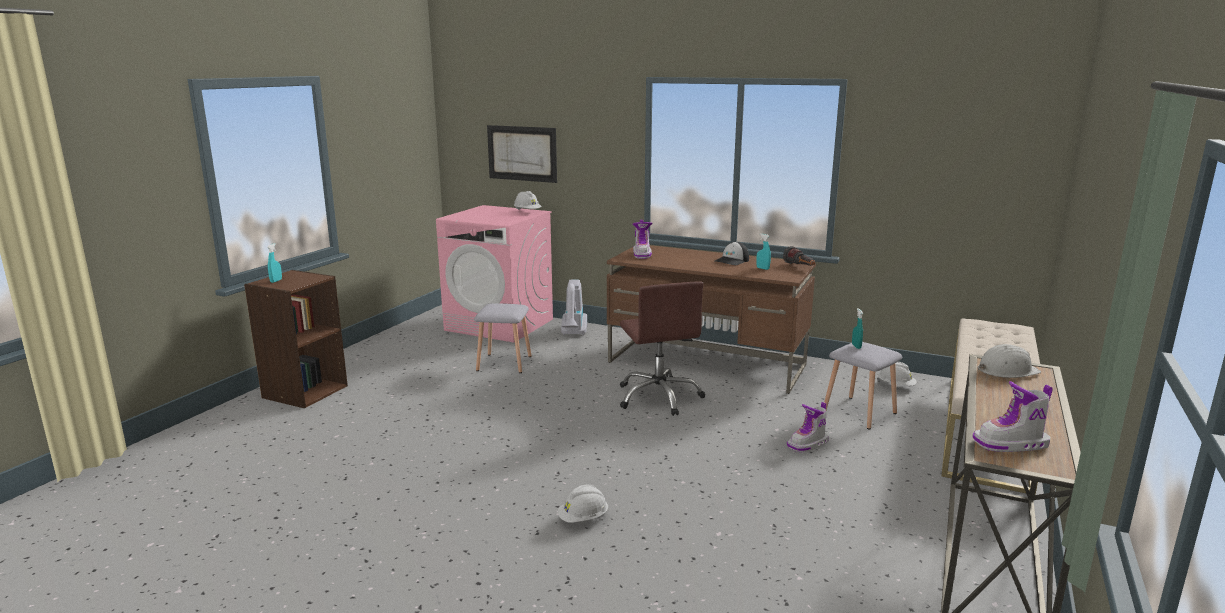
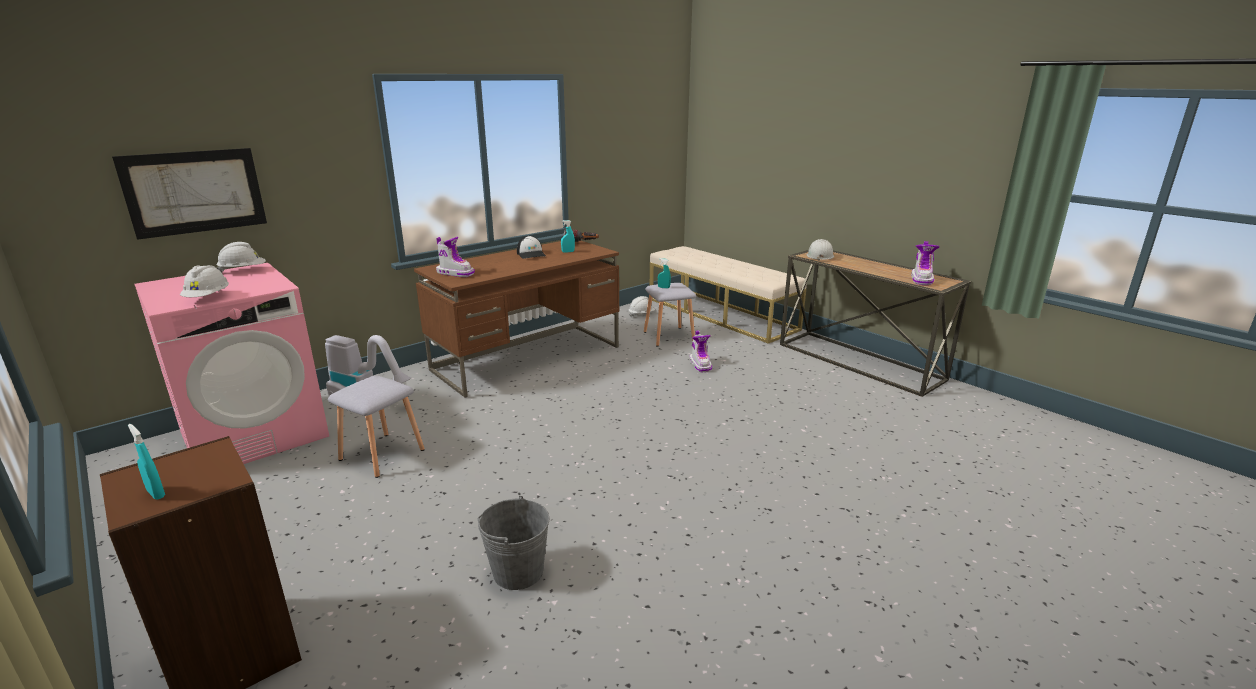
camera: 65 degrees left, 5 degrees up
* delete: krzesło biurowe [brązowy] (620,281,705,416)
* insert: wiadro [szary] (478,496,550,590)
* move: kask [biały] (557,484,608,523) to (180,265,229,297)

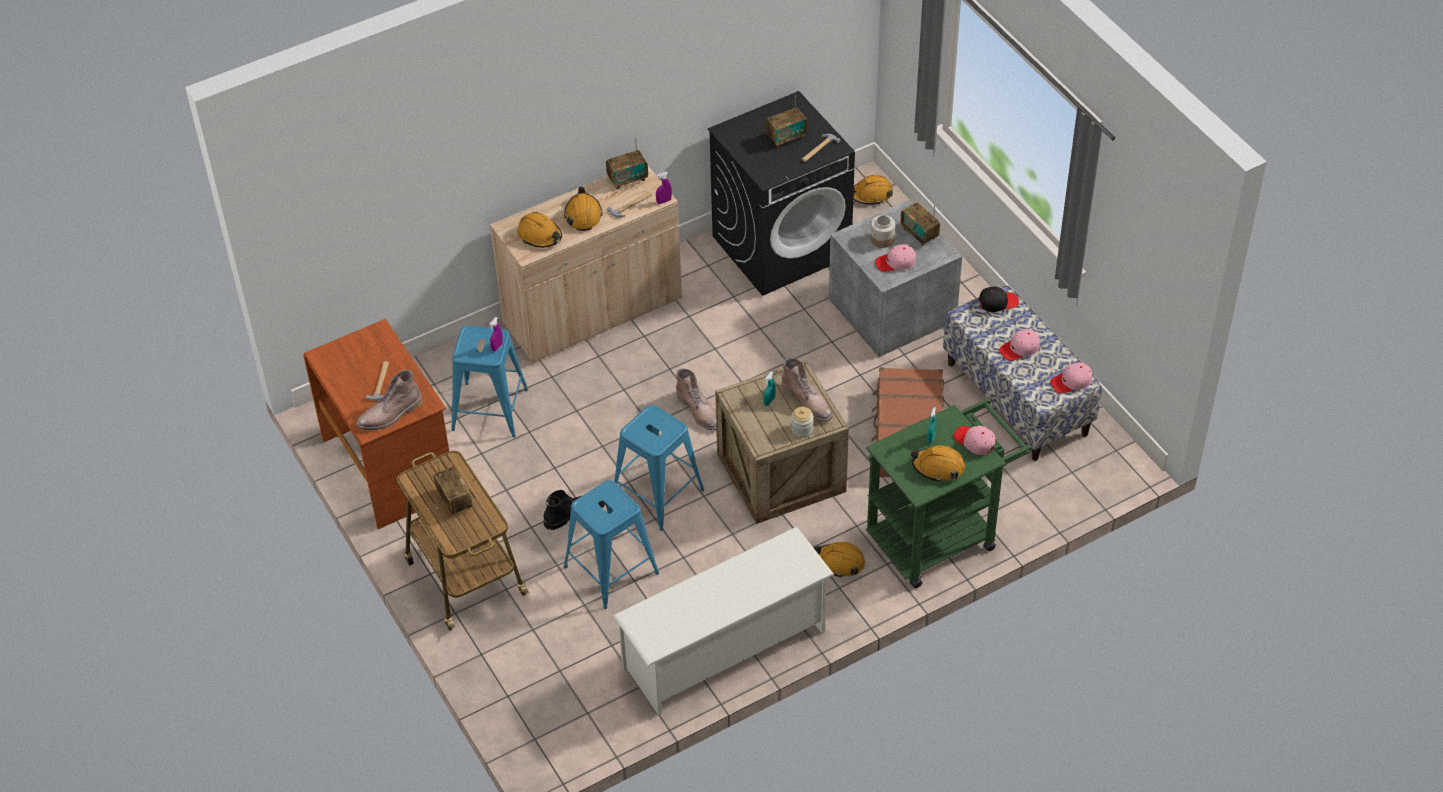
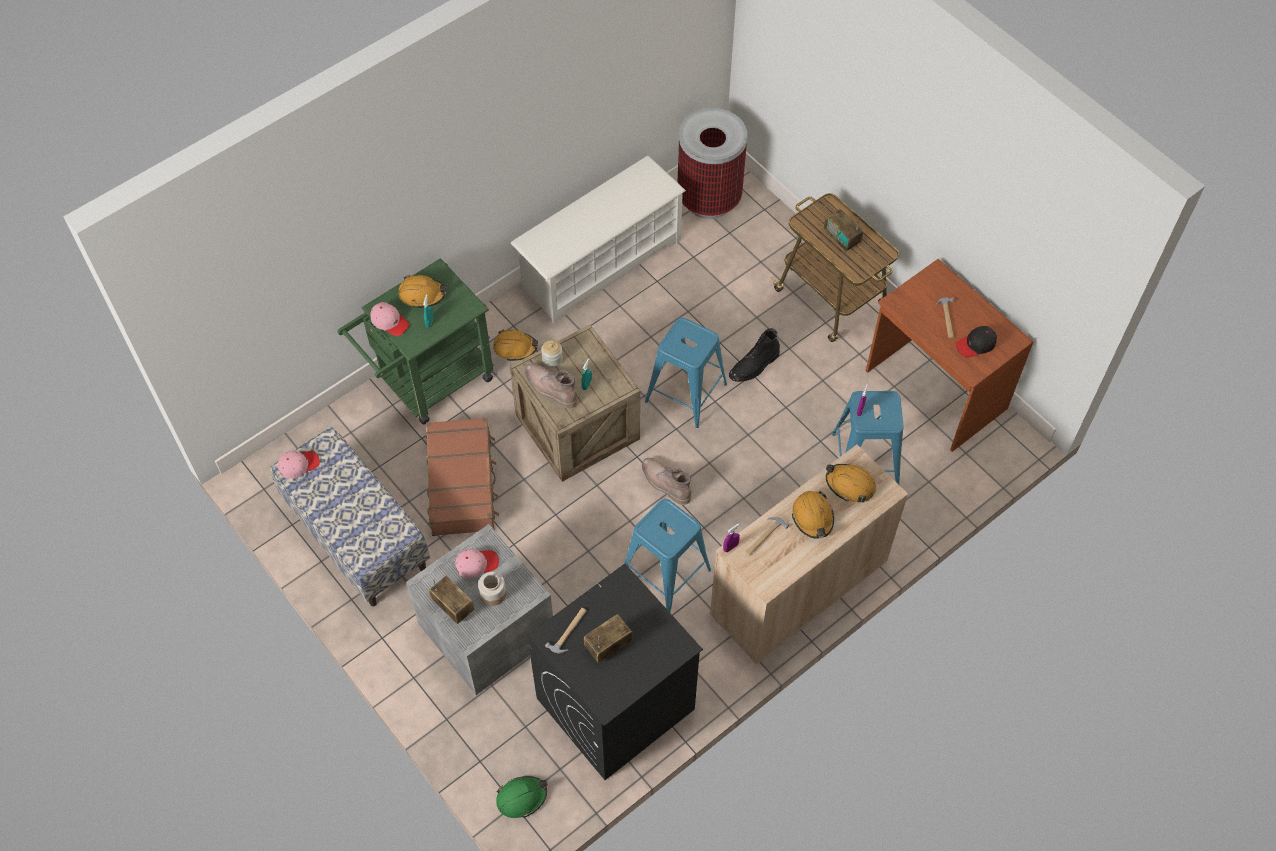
camera: 170 degrees right, 10 degrees up
* delete: but z cholewką [brązowy] (356,370,423,430)
* delete: radio (606,137,648,189)
* delete: czapka z daszkiem [różowy] (999,329,1040,361)
* insert: kosz na śmieci (677,108,747,219)
* move: stołek [niebieski] (564,480,659,609) to (624,499,711,613)
* move: czapka z daszkiem [czarny] (979,286,1019,312) to (956,326,997,358)
* recolor: kask [pomarańczowy] (853,175,893,205) to kask [zielony] (496,776,547,818)

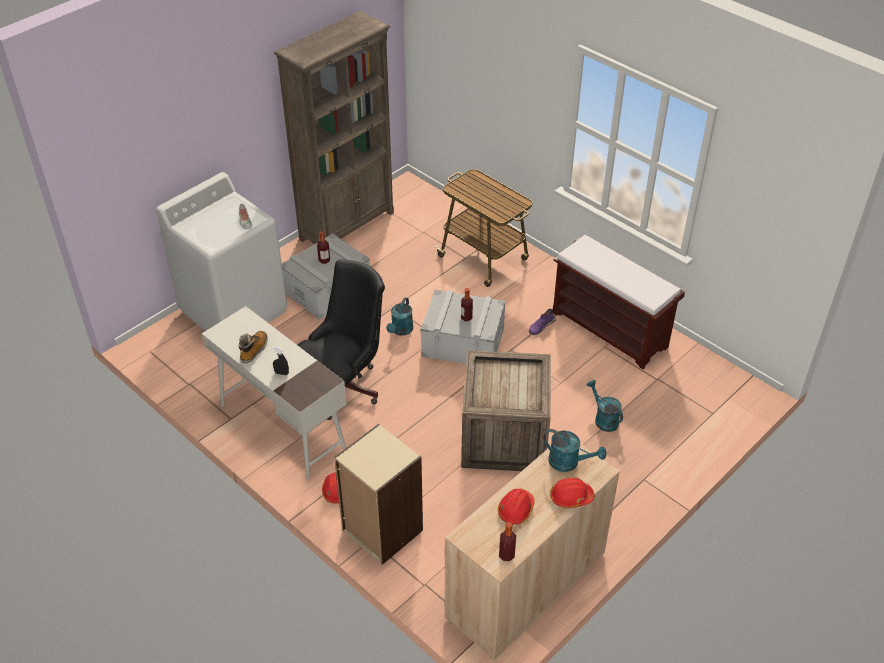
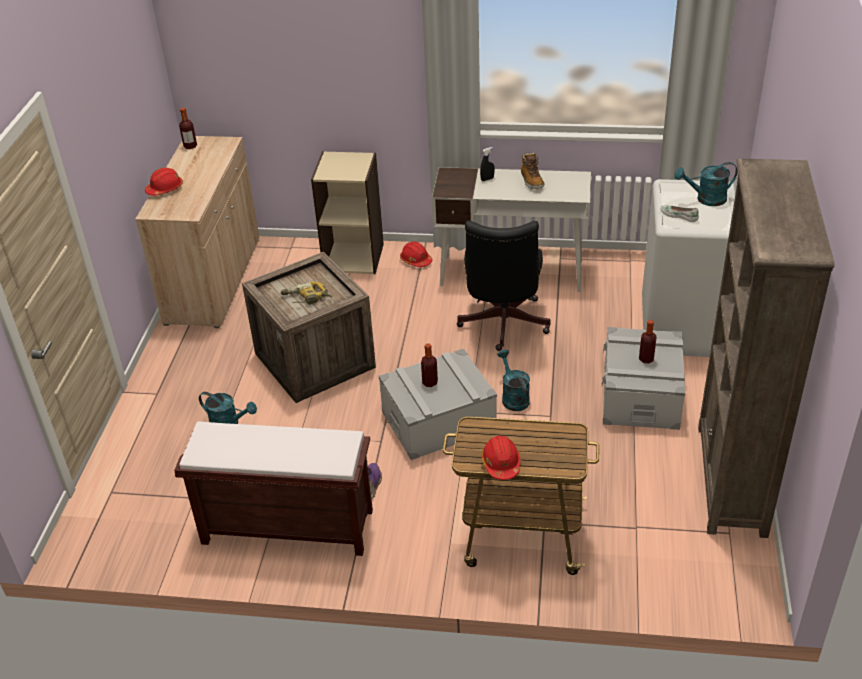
camera: 145 degrees right, 5 degrees down
* insert: wiertarka (280,282,332,305)
* move: kask [czerwony] (498,489,535,525) to (481,436,521,480)
* move: konewka [turkusowy] (543,429,607,472) to (674,162,738,206)

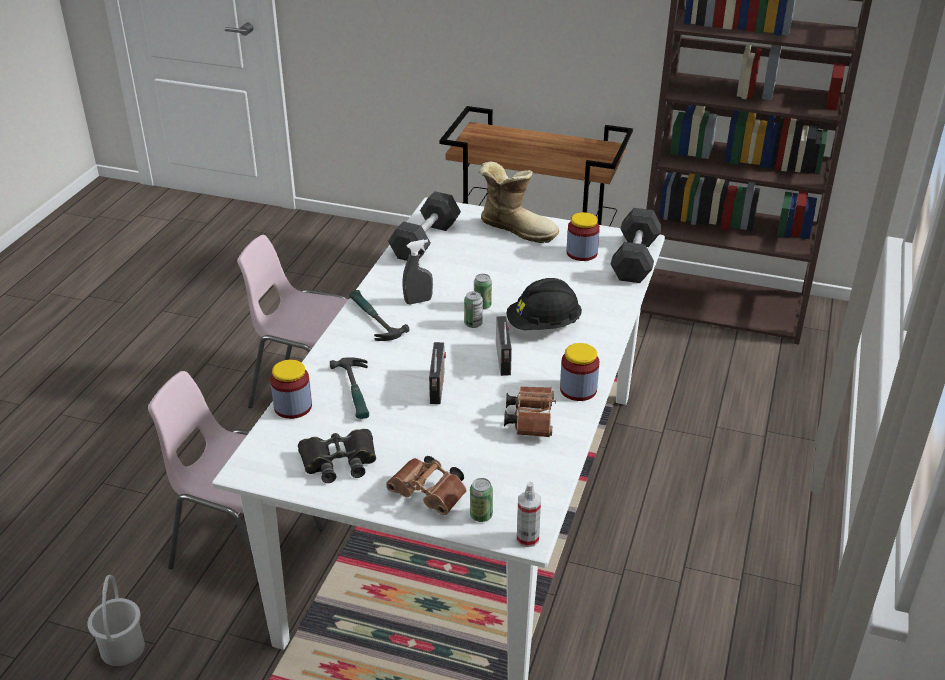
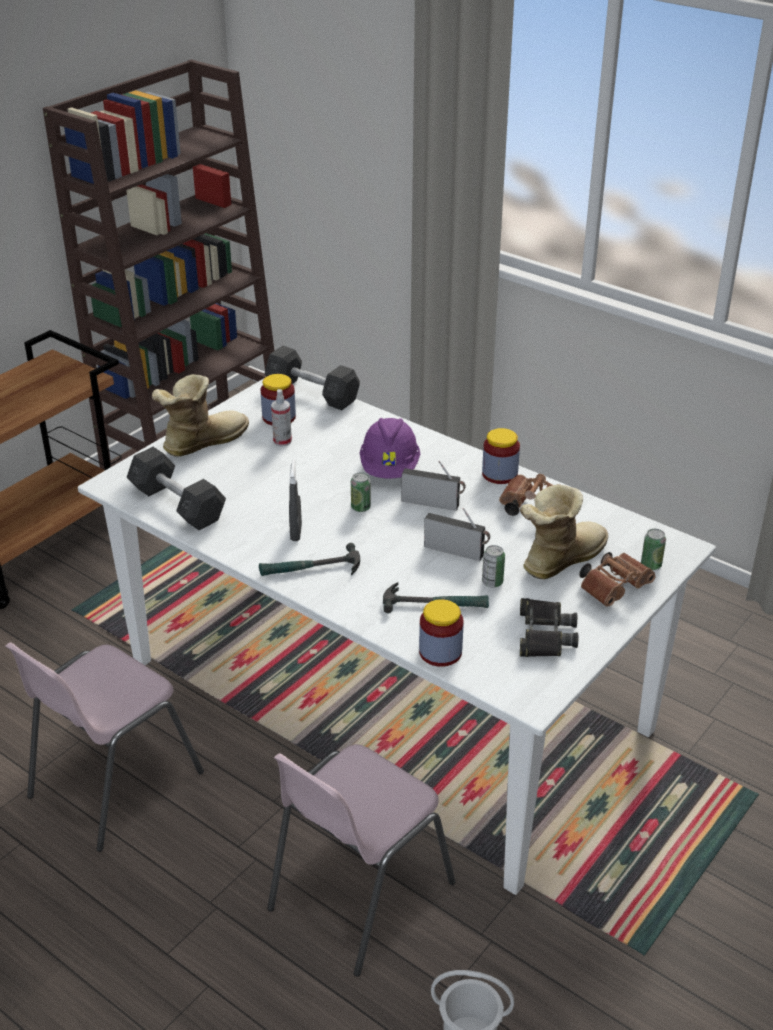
camera: 70 degrees left, 0 degrees up
* insert: but z cholewką (520,485,608,579)
* move: puszka (474,274,492,310) to (482,545,505,587)
* move: spryskiwacz (517,482,541,547) to (271,389,292,446)
* recolor: kask [czarny] (506,278,582,330) to kask [fioletowy] (360,418,420,479)

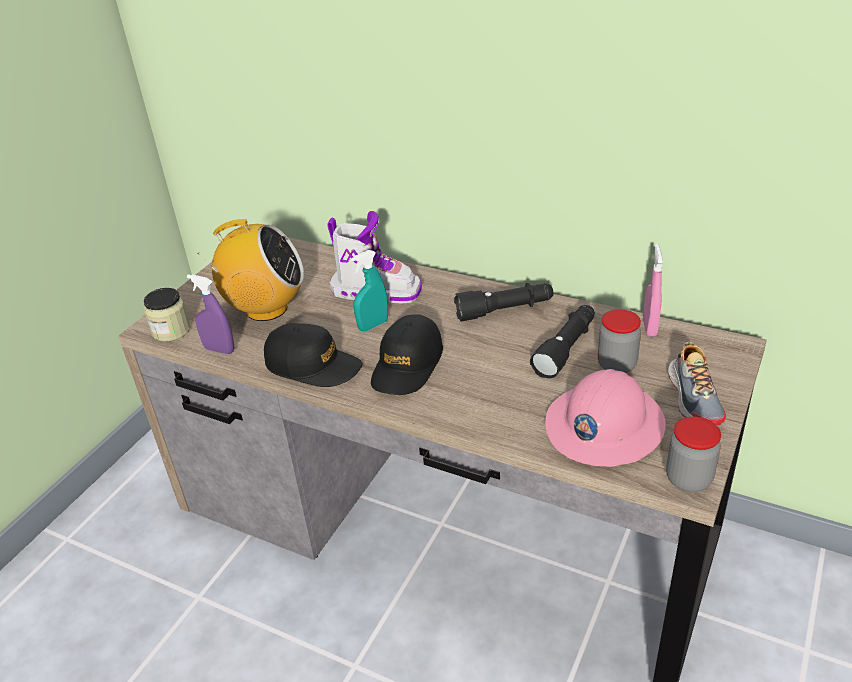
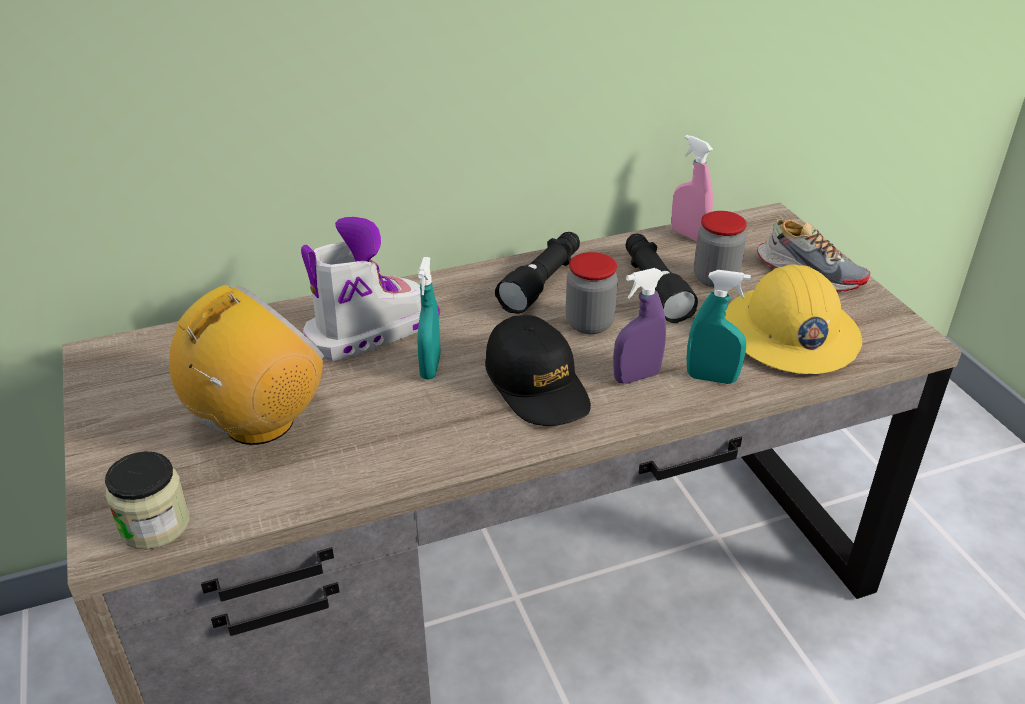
camera: 50 degrees left, 0 degrees up
* delete: czapka z daszkiem [czarny] (264,323,363,387)
* insert: spryskiwacz [turkusowy] (686,270,751,384)
* move: spryskiwacz [fioletowy] (187,274,235,354) to (613,268,666,384)
* move: słoik (666,417,721,492) to (566,252,618,334)
* recolor: kask [różowy] (545,369,666,467) to kask [żółty] (725,264,862,374)

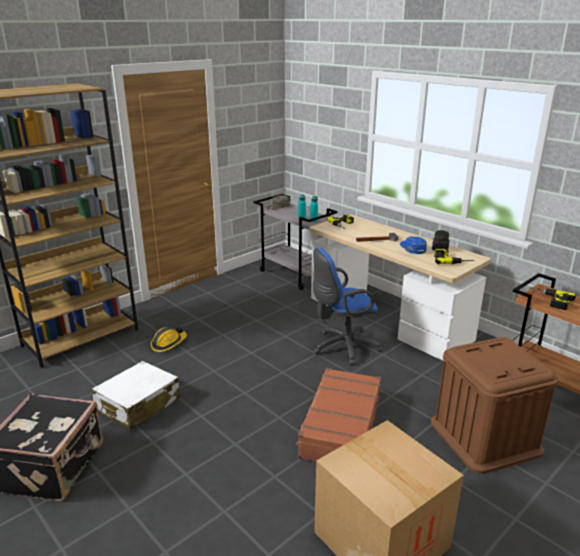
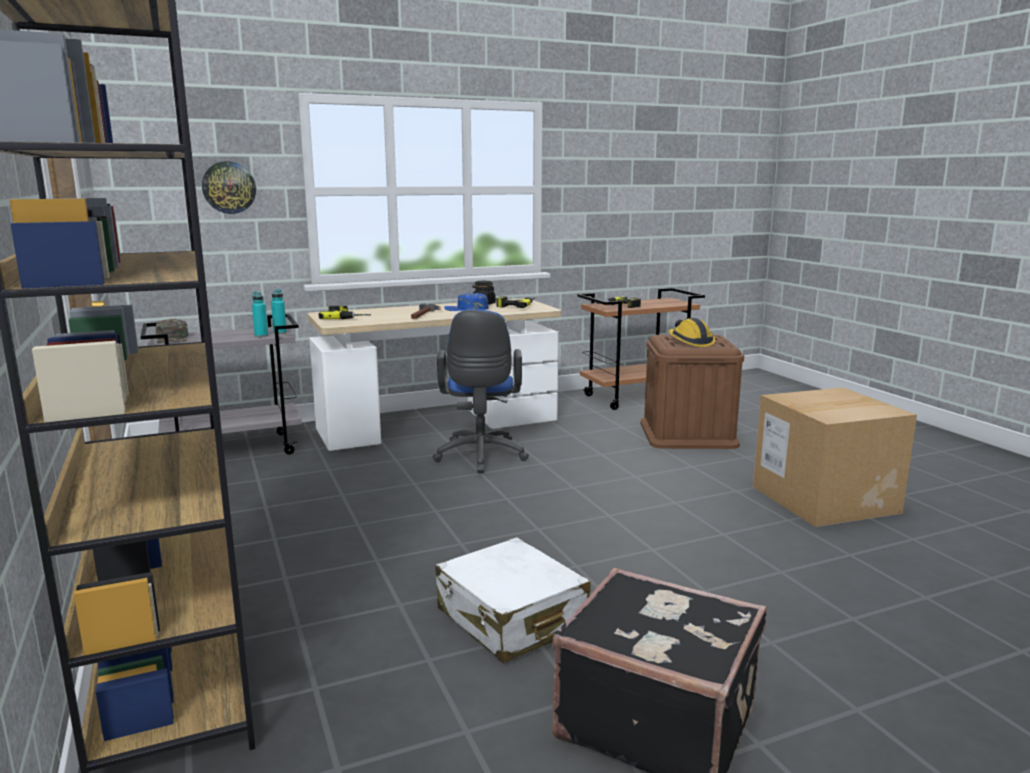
camera: 70 degrees left, 10 degrees down
* delete: walizka [brązowy] (296,368,381,462)
* insert: zegar ścienny (202,161,256,214)
* move: kask (150,326,187,352) to (668,318,715,347)

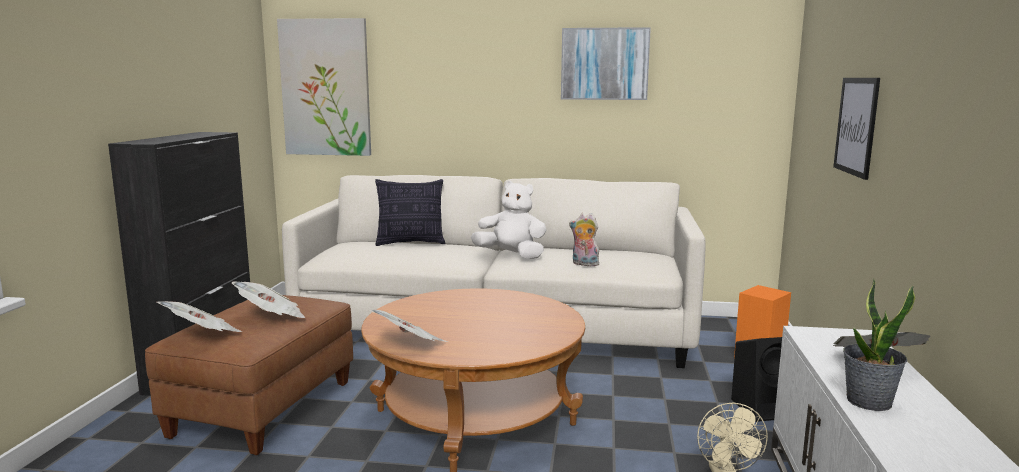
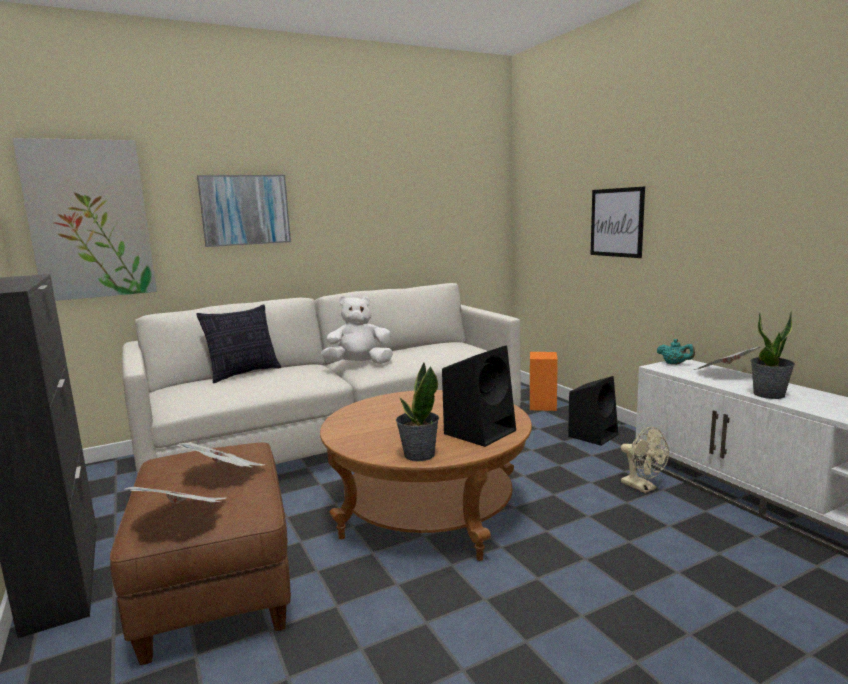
camera: 35 degrees left, 0 degrees up
* delete: pluszak (569,213,599,266)
* insert: głośnik [czarny] (442,346,516,447)
* insert: imbryk [turkusowy] (657,339,695,365)
* move: obraz (561,27,651,100) to (197,175,291,247)
* replace: gazeta (369,309,449,342) to roślina doniczkowa (396,363,439,461)

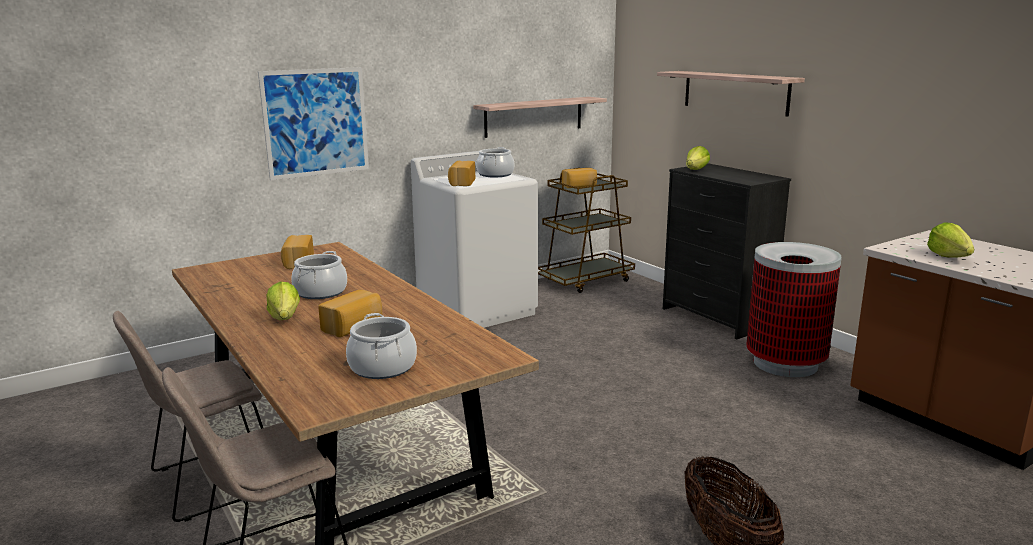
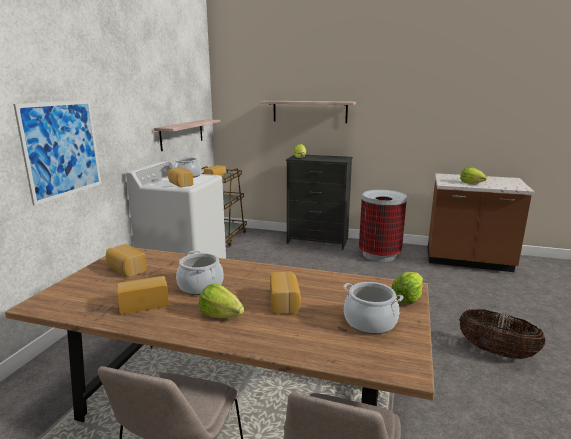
camera: 40 degrees left, 0 degrees up
* insert: chleb (117,276,169,314)
* insert: sałata (391,272,423,304)

